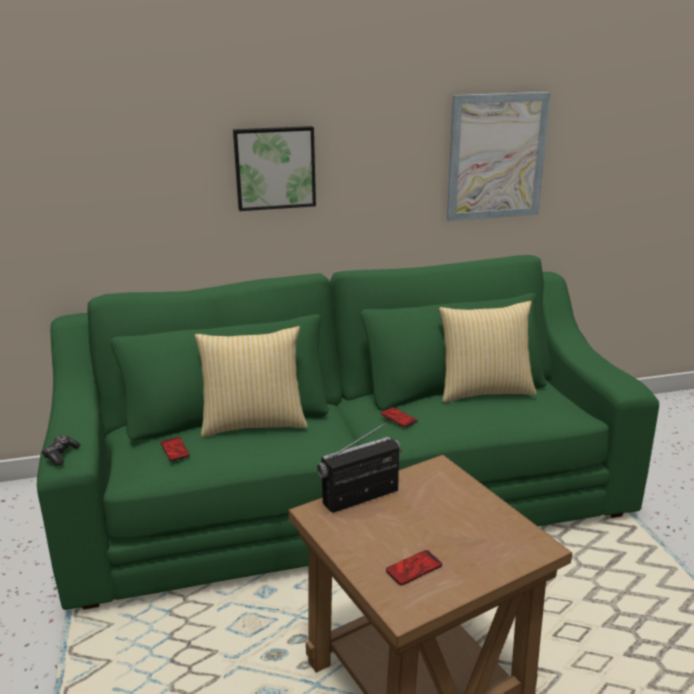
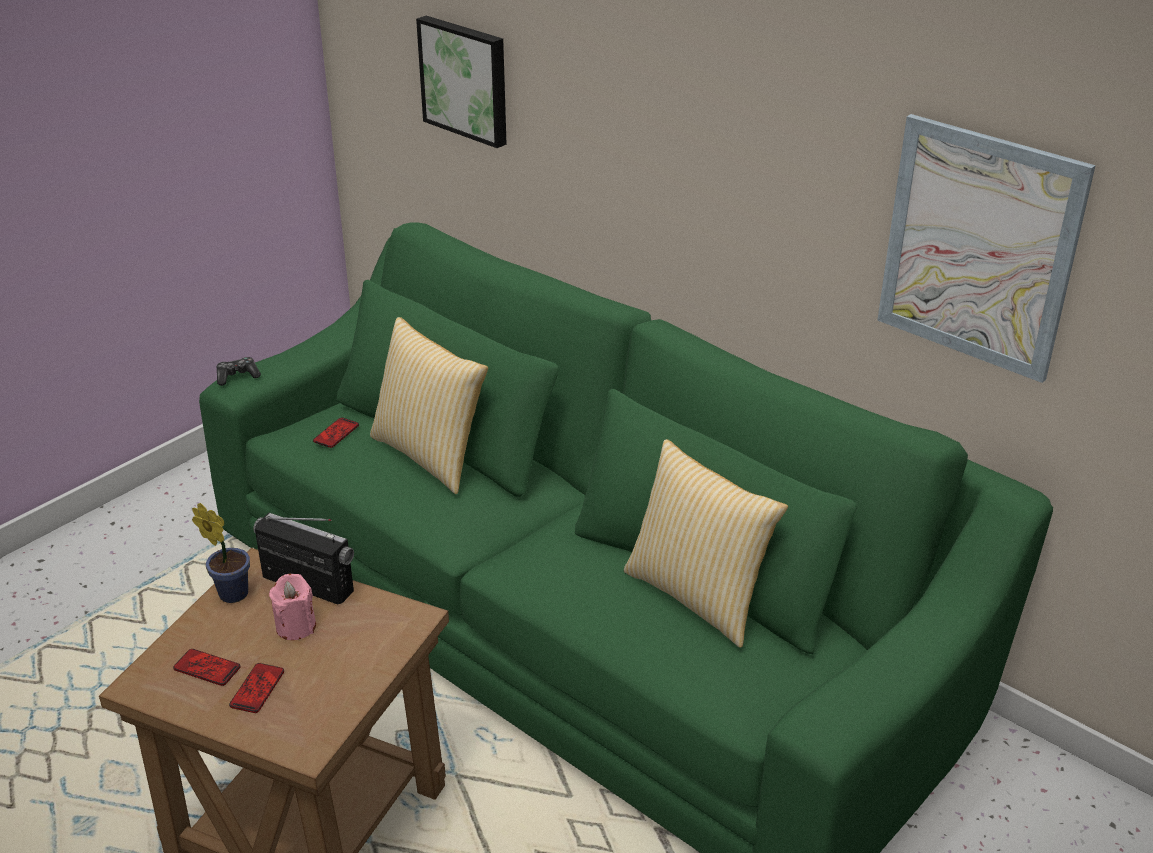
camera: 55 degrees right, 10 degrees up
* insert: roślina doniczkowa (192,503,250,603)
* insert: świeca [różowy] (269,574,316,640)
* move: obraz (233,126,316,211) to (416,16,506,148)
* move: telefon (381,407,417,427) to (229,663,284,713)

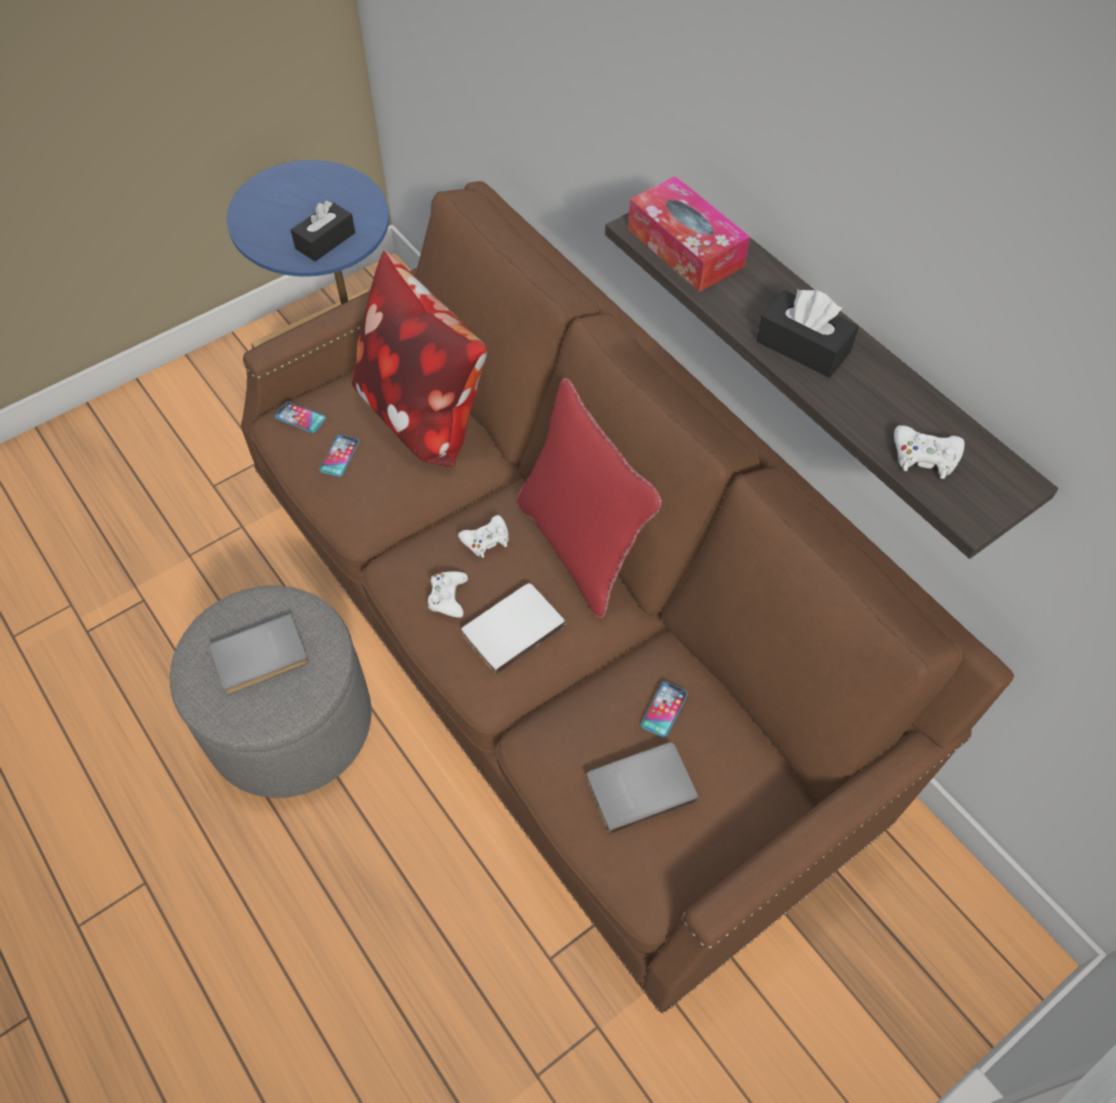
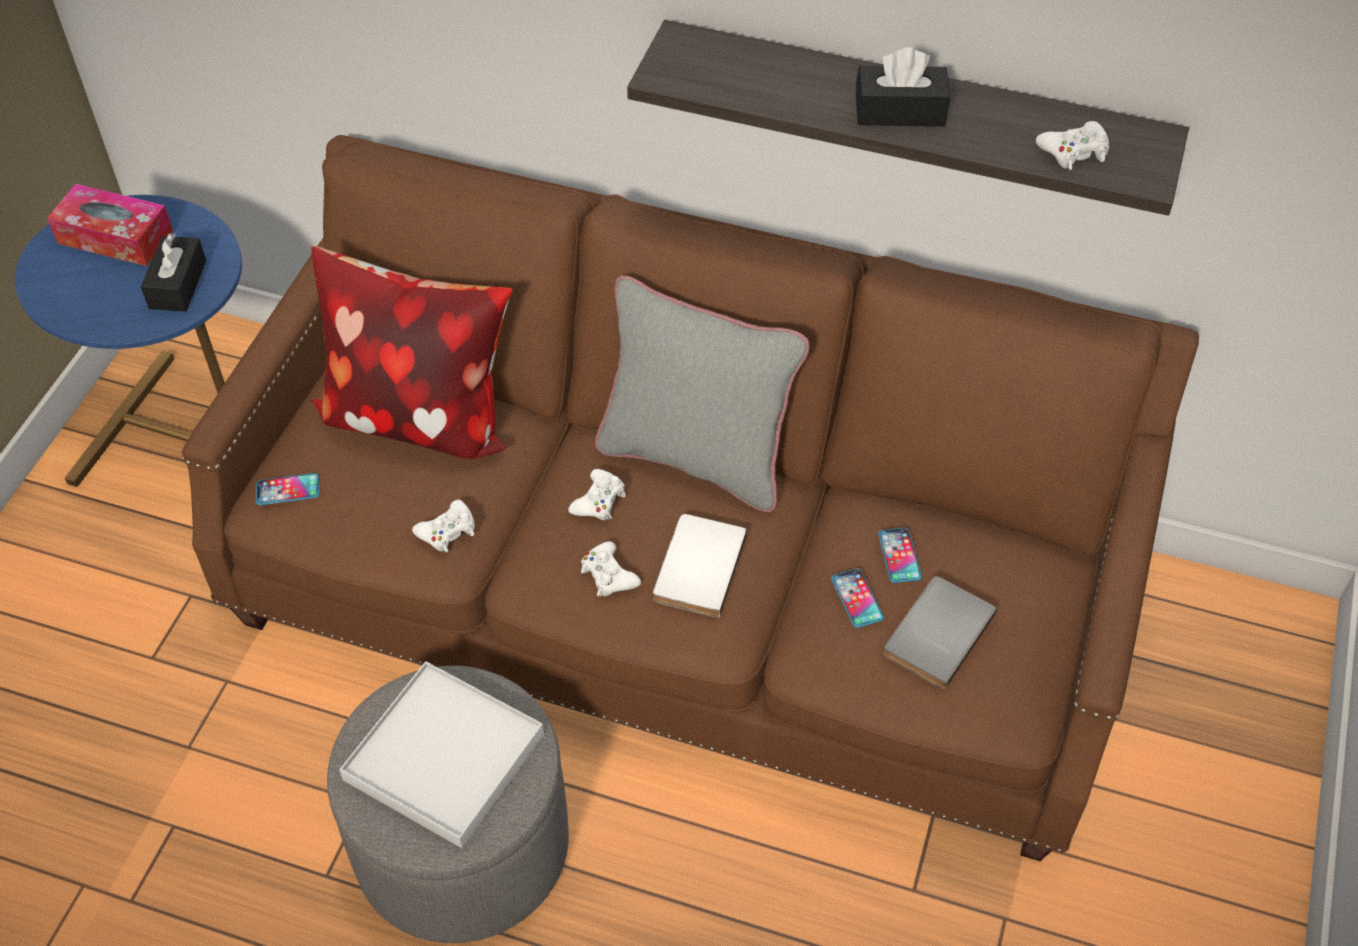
camera: 35 degrees left, 5 degrees down
* insert: pad do gier [biały] (412,499,475,553)
* move: telefon (320,435,359,477) to (831,569,884,628)
* move: pudełko chusteczek (628,176,750,292) to (47,184,173,266)
* replace: książka [szary] (209,613,309,694) to taca [biały] (339,661,544,848)
* recolor: poduszka [czerwony] (517,378,662,618) to poduszka [szary] (595,275,810,512)

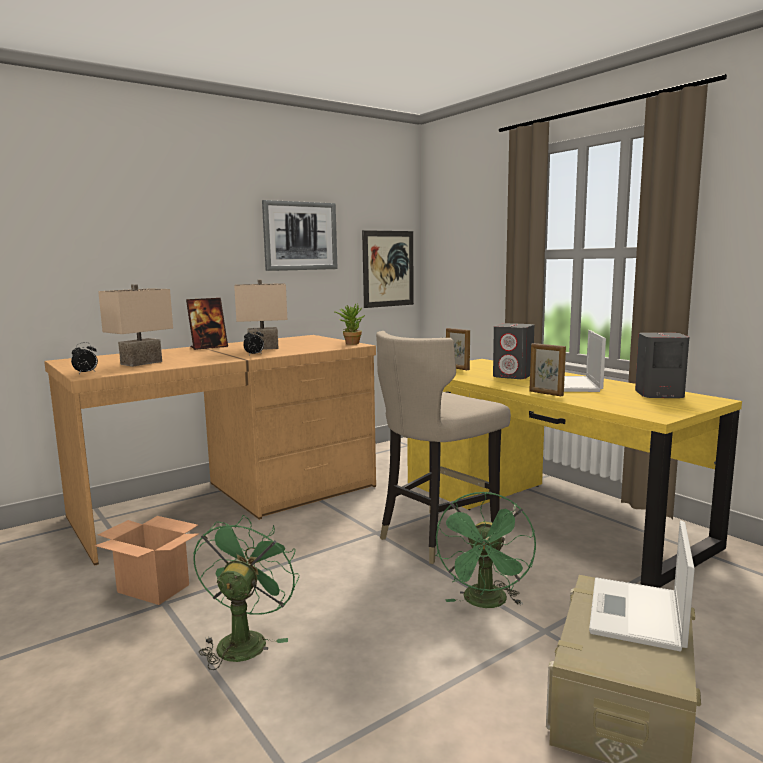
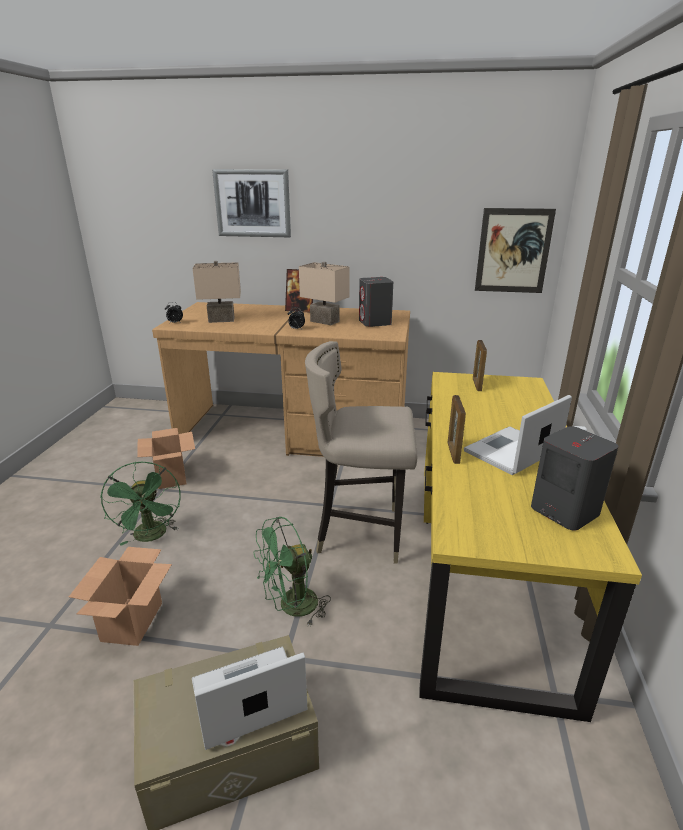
camera: 45 degrees right, 15 degrees up
* delete: roślina doniczkowa (333,304,365,344)
* insert: karton (69,547,172,646)
* move: obraz (262,200,337,271) to (212,169,291,237)
* move: głośnik [szary] (493,323,534,379) to (359,277,393,327)
* rotate: wentylator [zielony] (193,515,299,670) = (100,462,181,546) 105 degrees clockwise

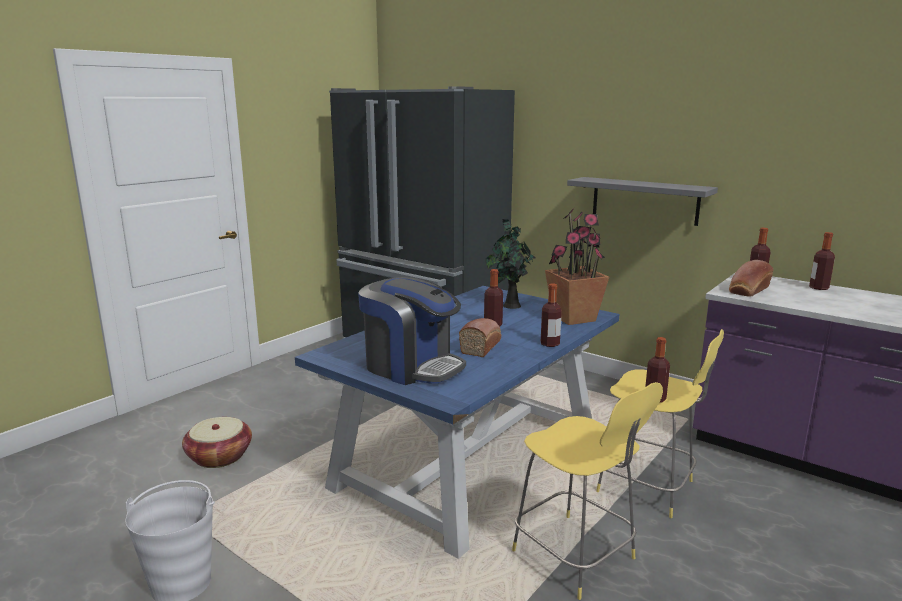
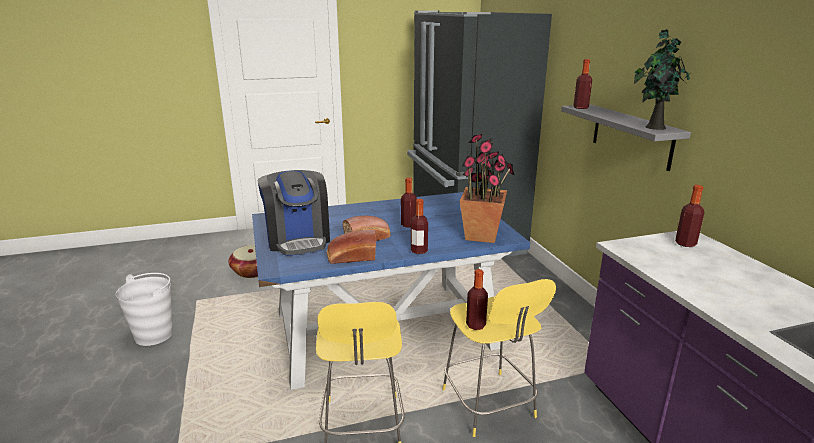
camera: 35 degrees right, 5 degrees up
* move: roślina doniczkowa (485,219,536,309) to (634,29,690,130)
* move: chleb (729,260,773,297) to (327,230,376,264)
* move: butelka (809,232,835,290) to (573,59,592,109)

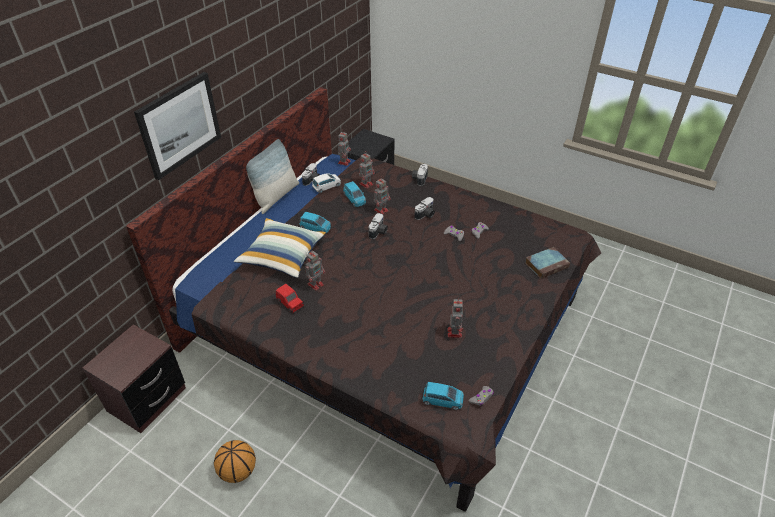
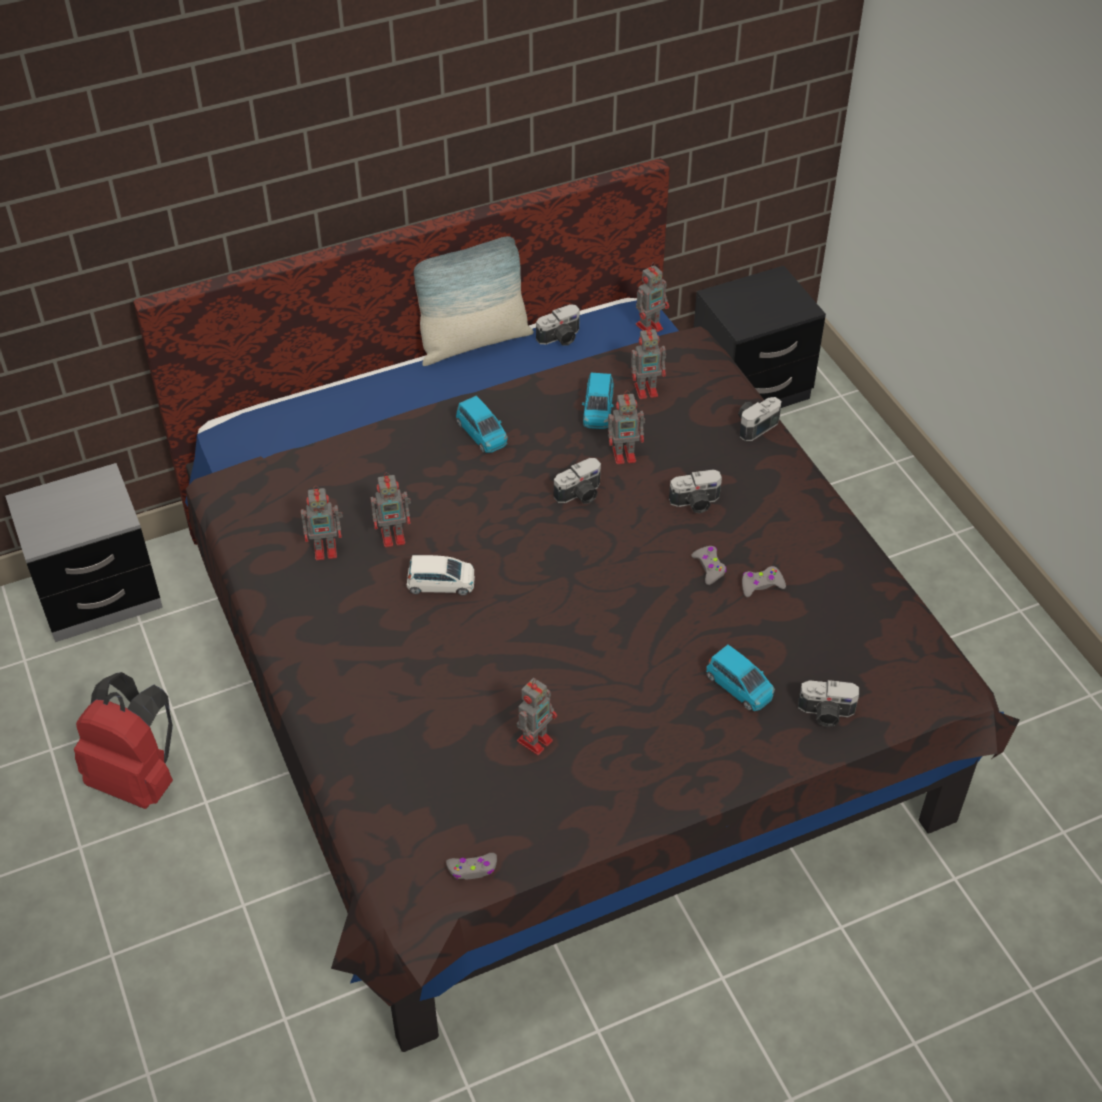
camera: 35 degrees right, 5 degrees up
* delete: obraz (134,72,221,180)
* delete: poduszka (234,218,326,278)
* move: samochodzik [biały] (312,173,341,193) to (407,555,475,595)
* move: samochodzik [niebieski] (422,382,464,410) to (706,644,775,711)
* replace: piłka do koszykówki (214,440,256,483) to plecak [czerwony] (74,672,173,809)
* replace: samochodzik [czerwony] (276,284,304,313) to robot zabawkowy (301,486,343,560)
* replace: książka (525,247,570,279) to aparat fotograficzny (798,680,859,727)
* recolor: szafka nocna [brązowy] (82,324,186,433) to szafka nocna [szary] (5,463,163,642)

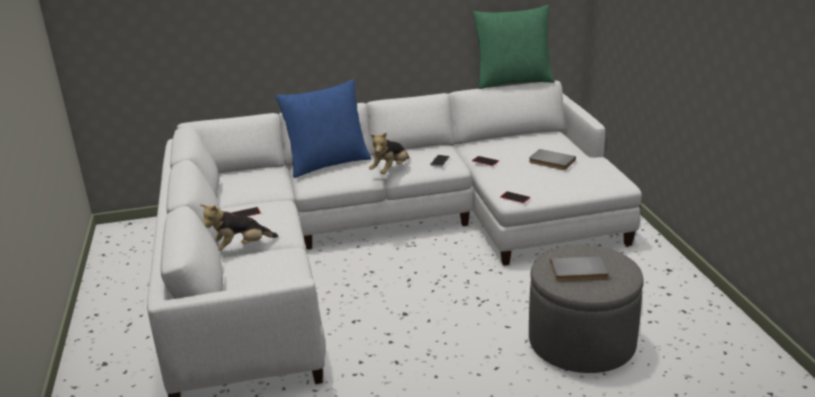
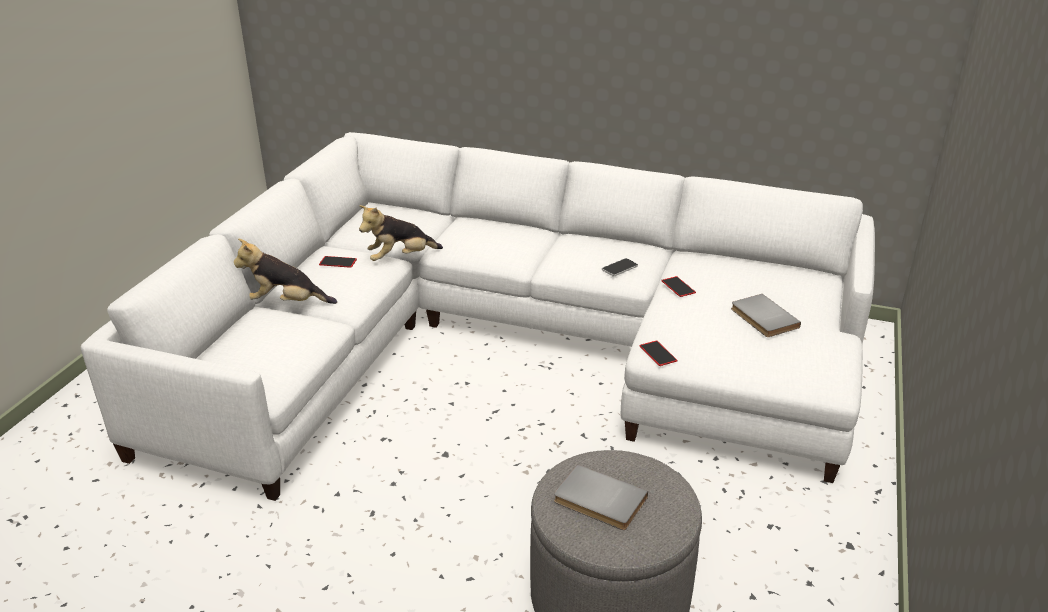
camera: 30 degrees right, 5 degrees up
* delete: poduszka [niebieski] (276,79,371,178)
* delete: poduszka [zielony] (473,5,555,89)
* move: pluszak (369,132,409,174) to (359,205,443,261)

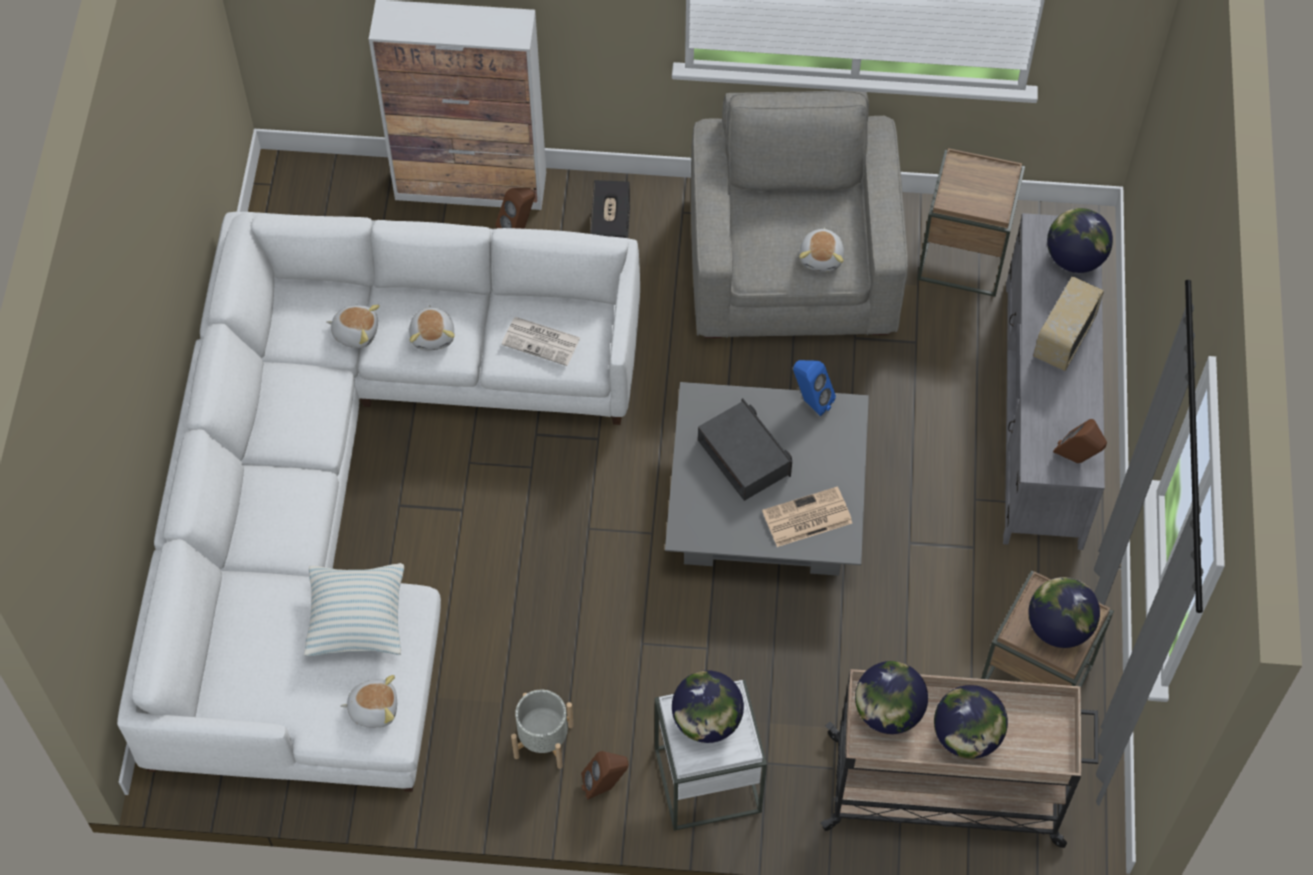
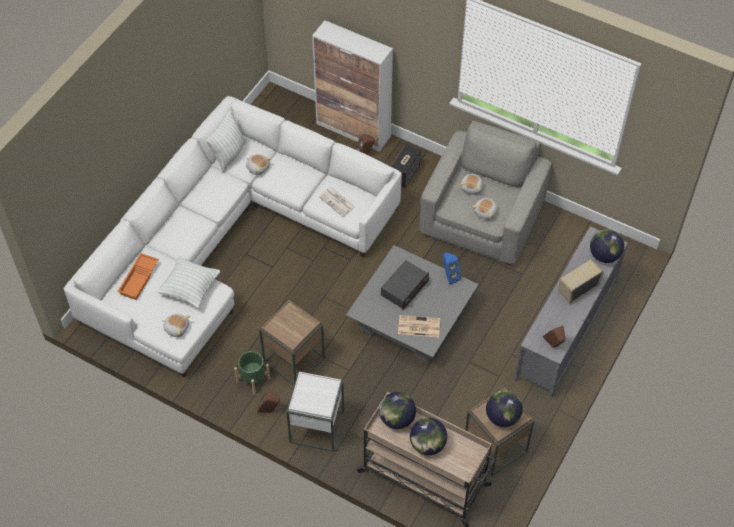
camera: 25 degrees right, 5 degrees down
* delete: globus (672,670,744,743)
* insert: taca [pomarańczowy] (117,253,159,300)
* insert: poduszka (206,110,247,172)
* move: pluszak (409,305,455,350) to (459,174,483,195)
* move: stolik [brązowy] (917,148,1025,297) to (259,300,325,385)
* recolor: donica [szary] (511,690,574,769) to donica [zielony] (234,351,270,395)
* rotate: radio (698,398,792,501) = (381,260,429,310) 45 degrees clockwise

